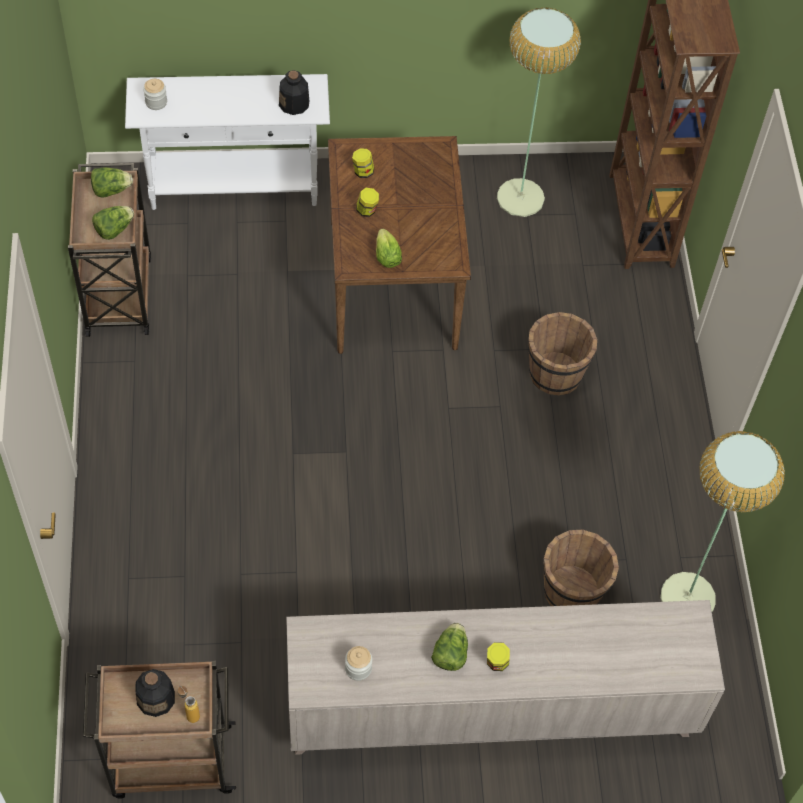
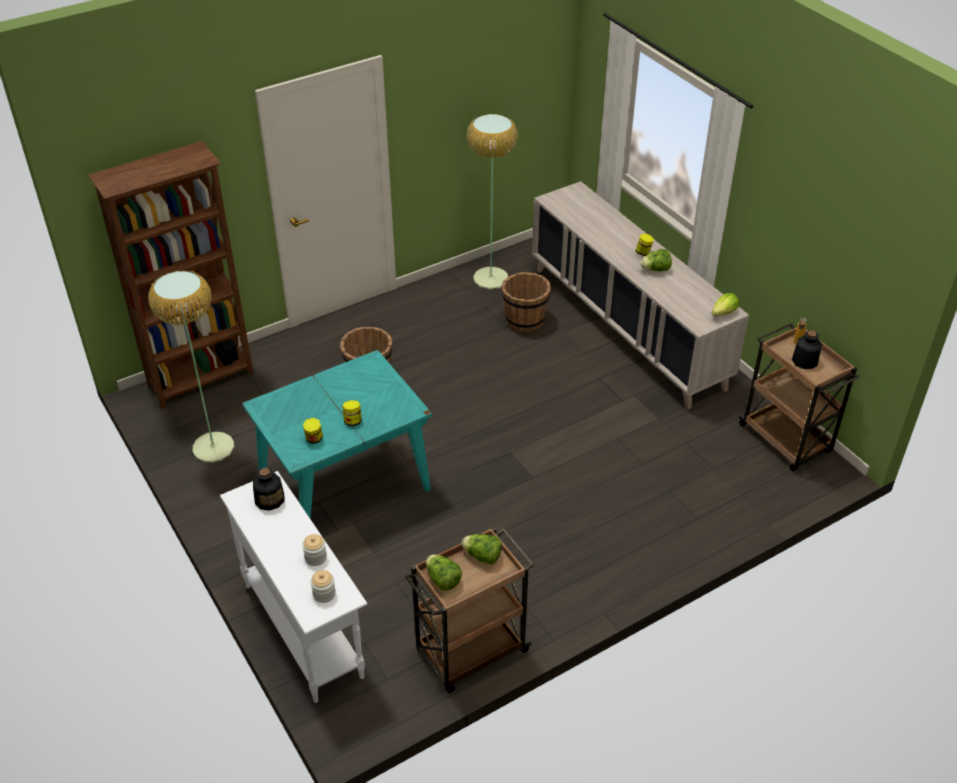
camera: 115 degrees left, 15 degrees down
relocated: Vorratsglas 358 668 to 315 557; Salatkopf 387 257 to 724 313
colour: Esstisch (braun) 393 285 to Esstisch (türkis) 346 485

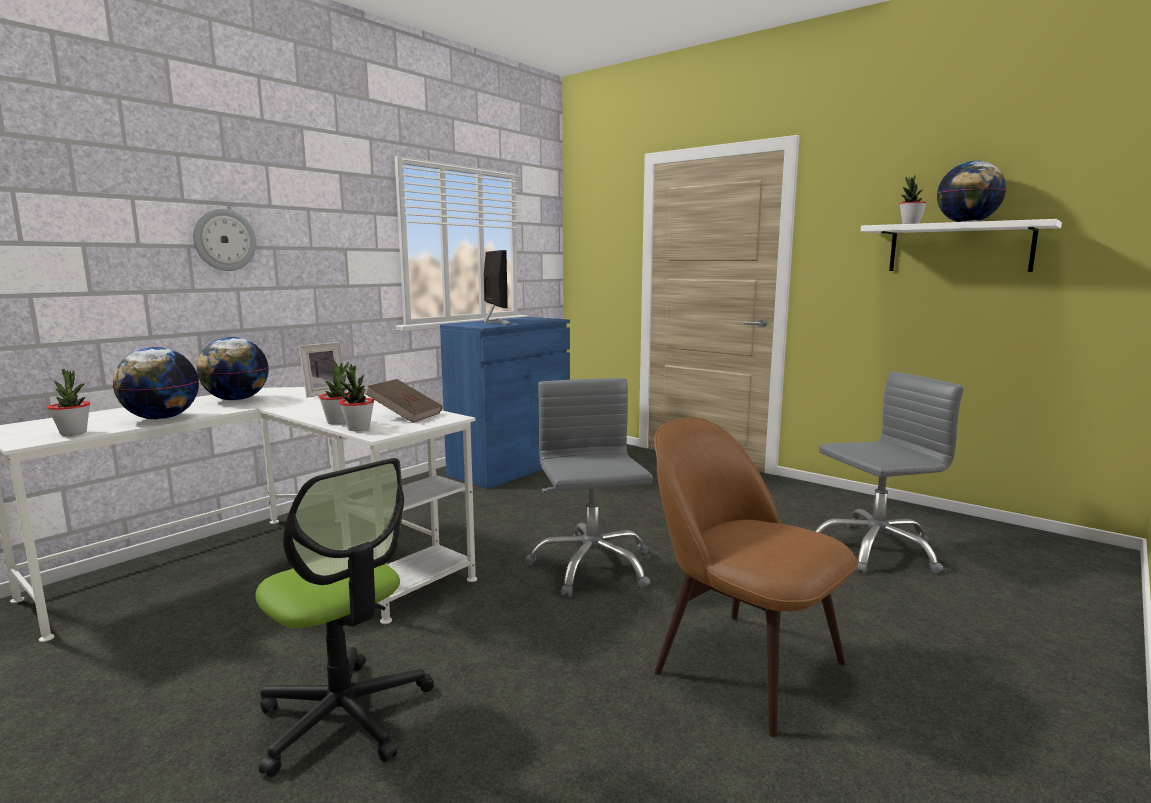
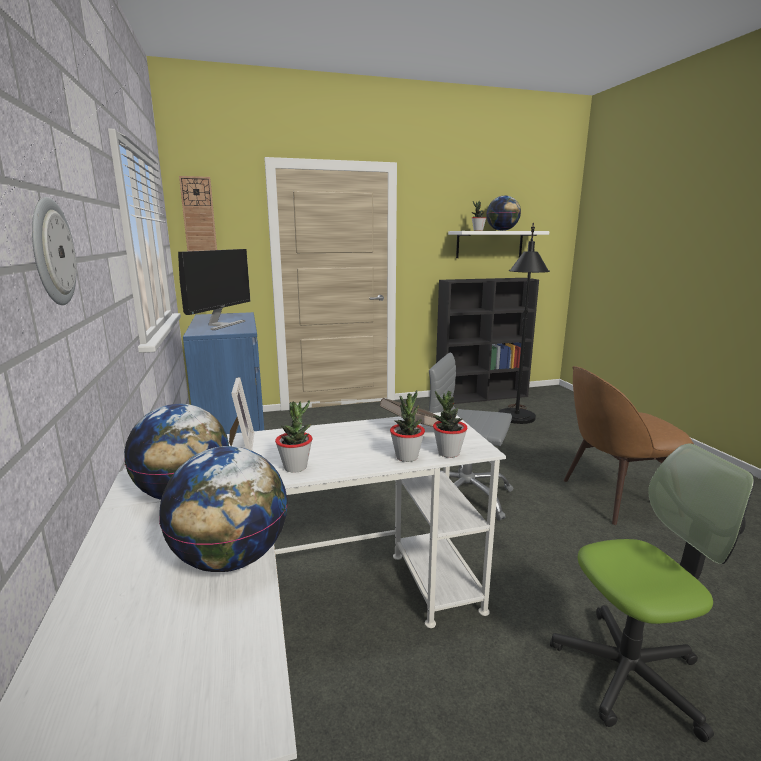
camera: 55 degrees left, 5 degrees up
appeared: Wanduhr 199 217; Bücherregal (schwarz) 482 396
relocated: Topfpflanze 73 433 to 295 467
exchanged: Bürostuhl (grau) 875 549 to Stehlampe (schwarz) 516 420
spun: Monitor 495 322 = 221 325 90 degrees clockwise

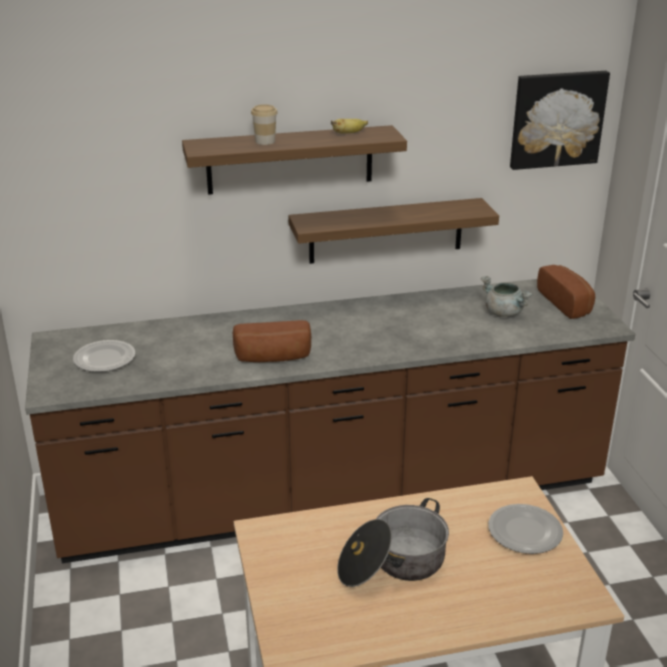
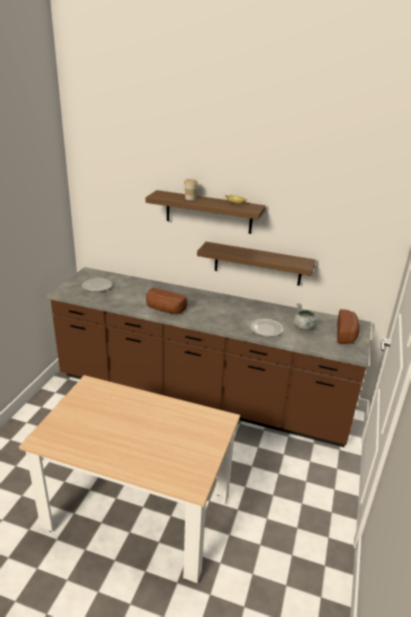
camera: 30 degrees right, 0 degrees up
missing: Kochtopf 393 564; Bild 556 119
relocated: Teller 524 532 to 265 329

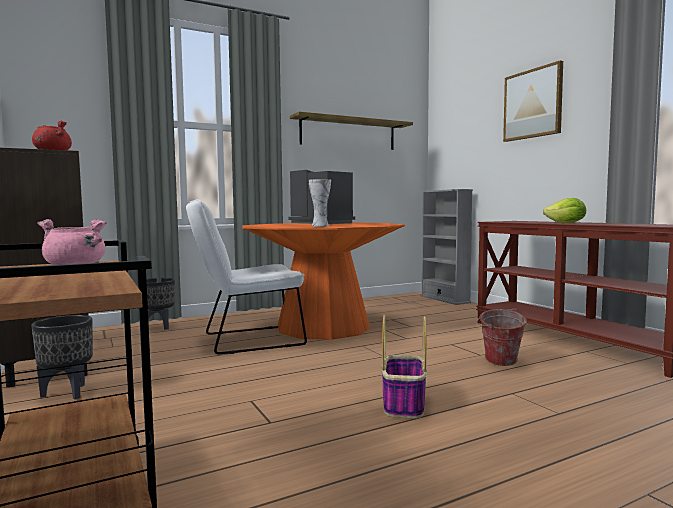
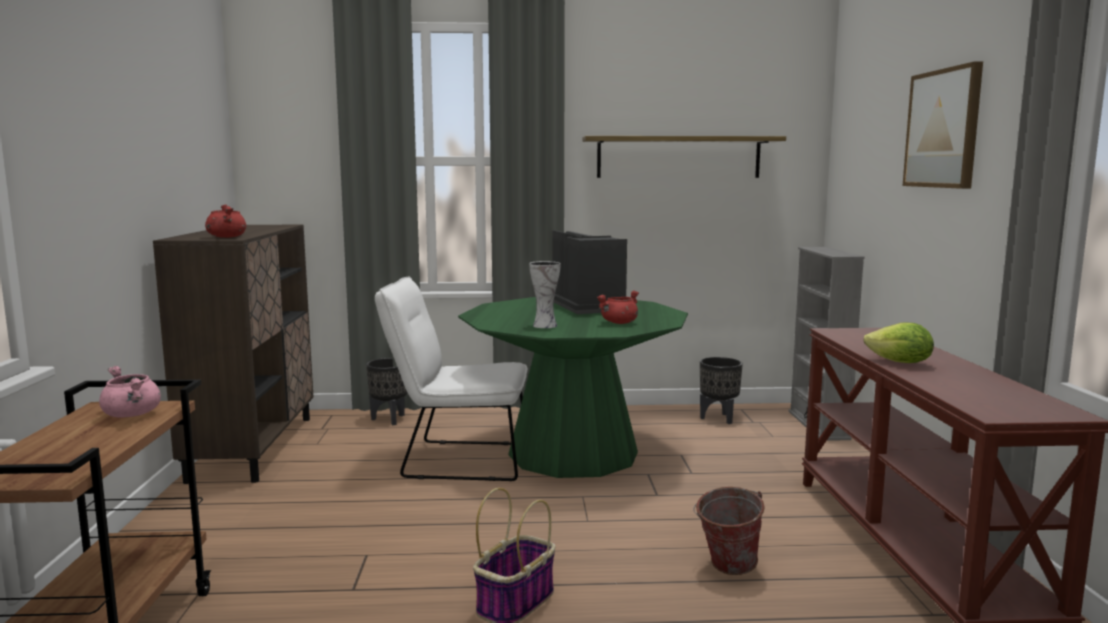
camera: 25 degrees right, 5 degrees up
appeared: Kochtopf (rot) 619 323
relocated: Pflanzkübel (schwarz) 67 393 to 719 418
colour: Esstisch (orange) 323 327 to Esstisch (grün) 573 453

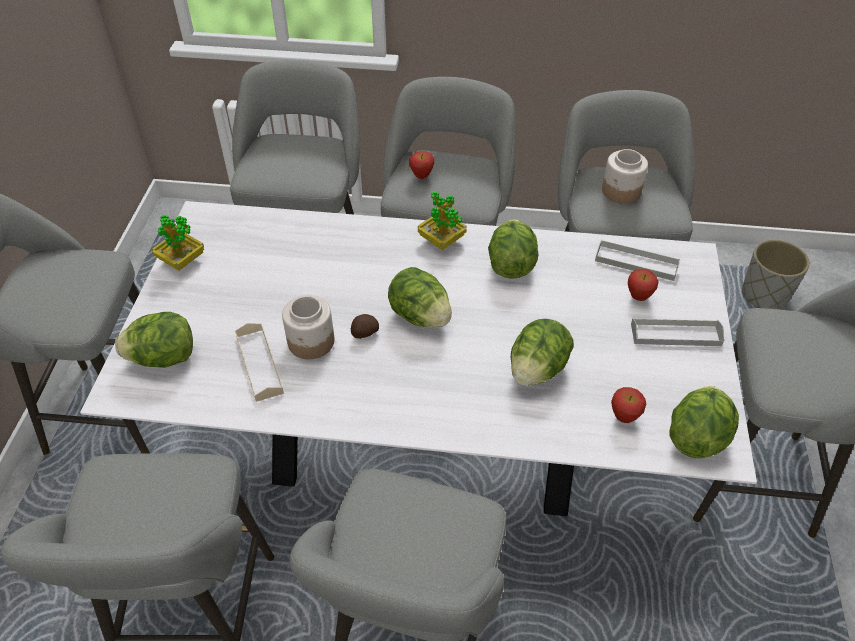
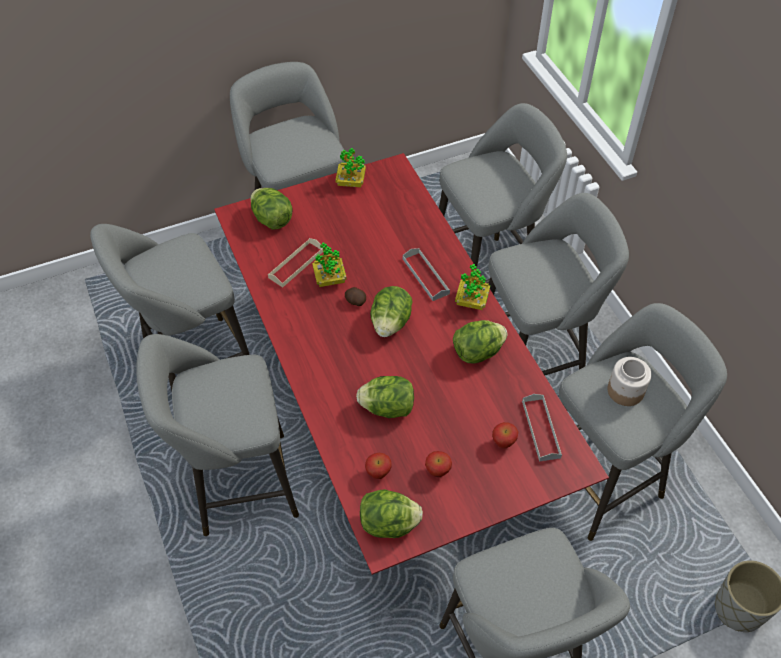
camera: 60 degrees right, 5 degrees up
relocated: Apfel 421 176 to 437 472; Tablett (grau) 675 334 to 425 276
exchanged: Vorratsglas 311 342 to Topfpflanze 330 279
colour: Esstisch (weiß) 427 446 to Esstisch (rot) 390 420

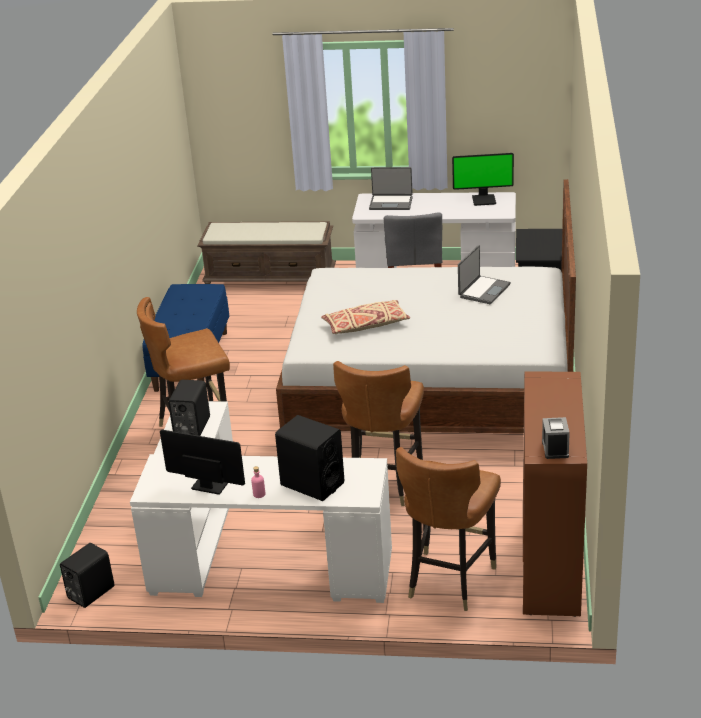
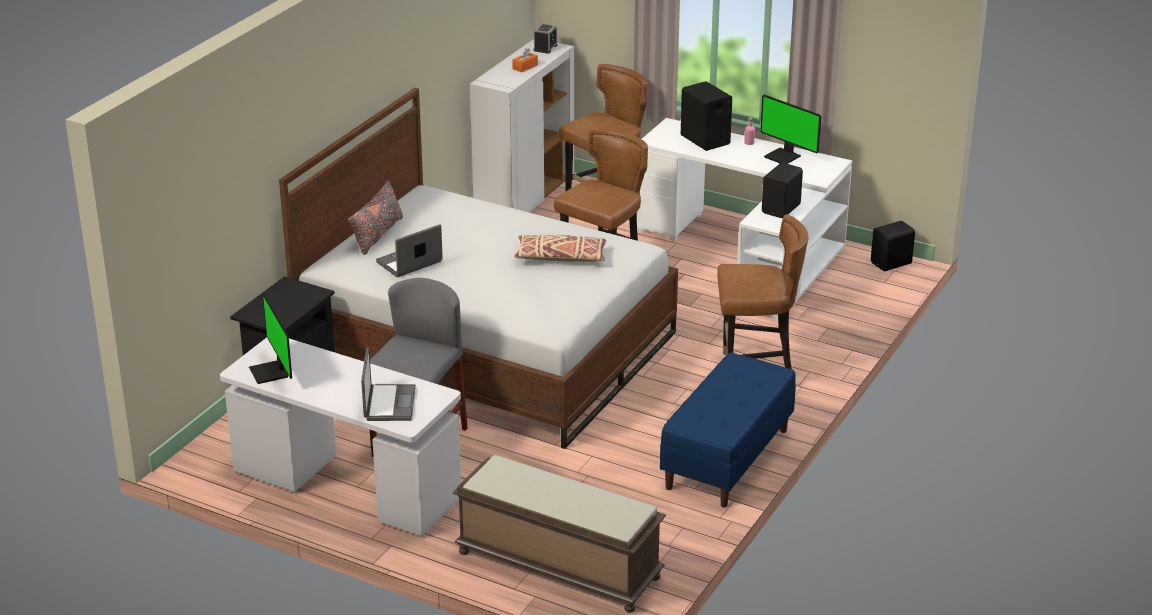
camera: 160 degrees left, 0 degrees up
appeared: Kissen (grau) 377 235; Taschentuchbox (orange) 525 67
colour: Schrank (braun) 551 565 to Schrank (weiß) 524 197
spun: Laptop 391 203 = 388 404 60 degrees clockwise; Monitor 484 200 = 271 372 135 degrees counterclockwise

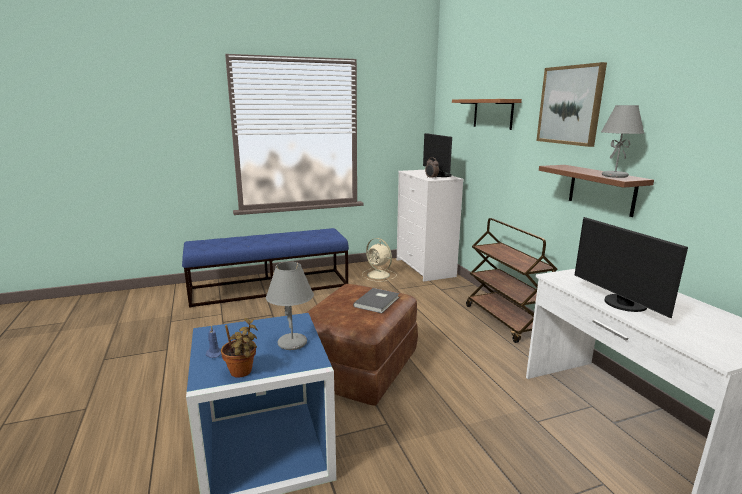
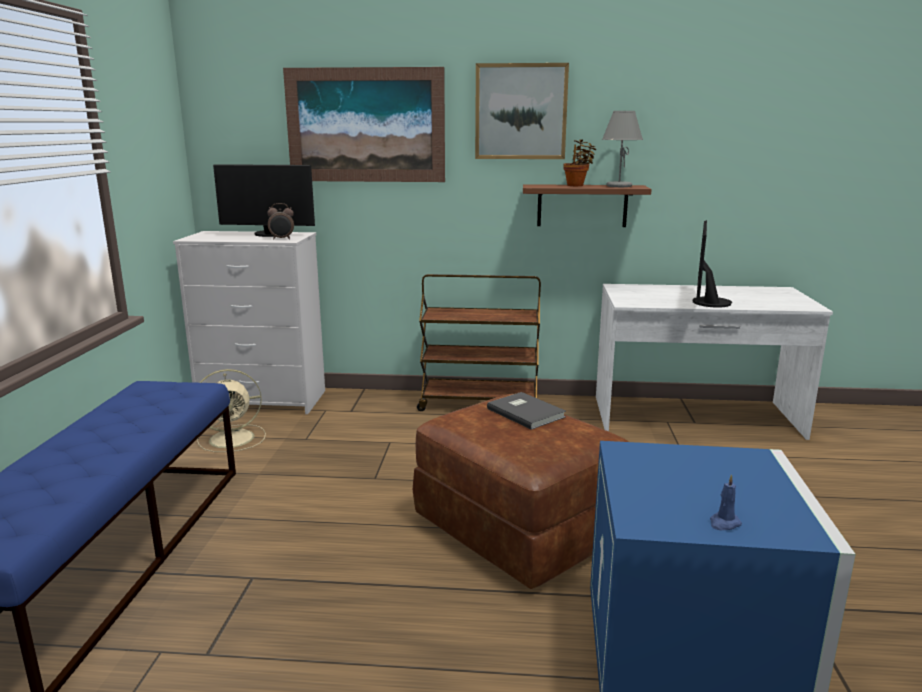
camera: 65 degrees left, 0 degrees up
missing: Tischlampe (grau) 293 343
relocated: Topfpflanze 242 372 to 577 185
exchanged: Wandregal 493 113 to Bild 365 125
spun: Monitor 622 304 = 706 302 105 degrees clockwise

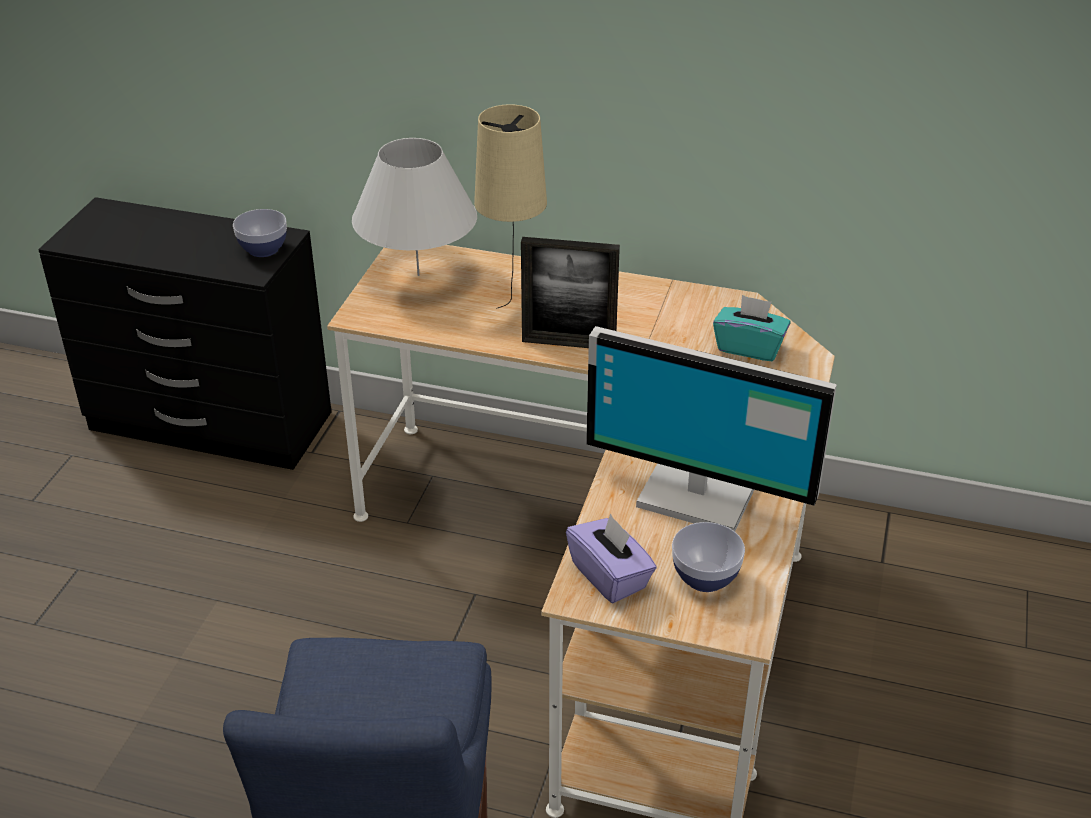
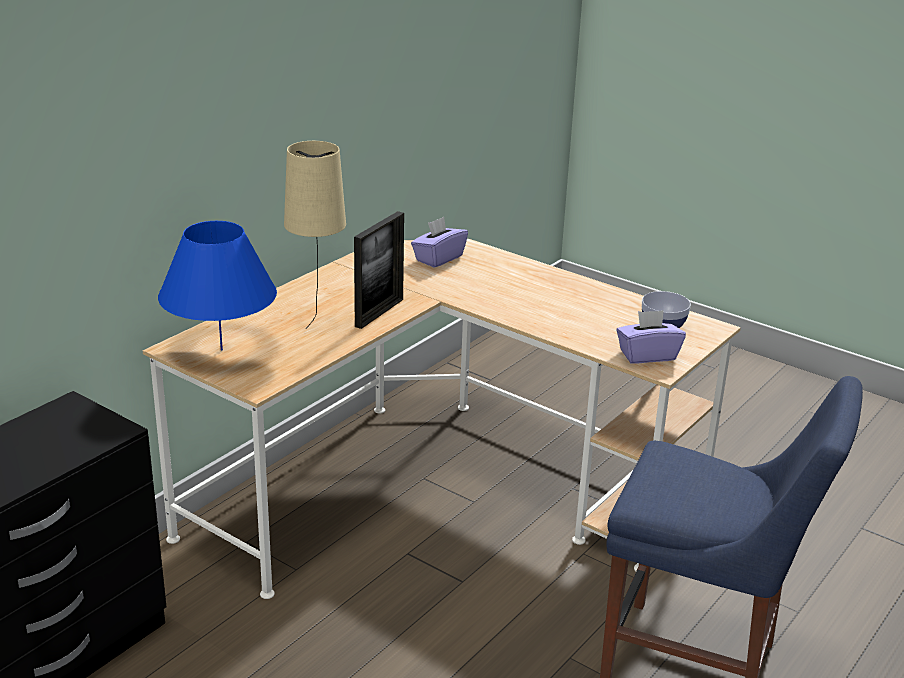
camera: 70 degrees left, 10 degrees down
missing: Schüssel 263 249; Monitor 698 493
colour: Tischlampe (weiß) 418 275 to Tischlampe (blau) 221 350; Taschentuchbox (türkis) 749 347 to Taschentuchbox (lila) 438 258

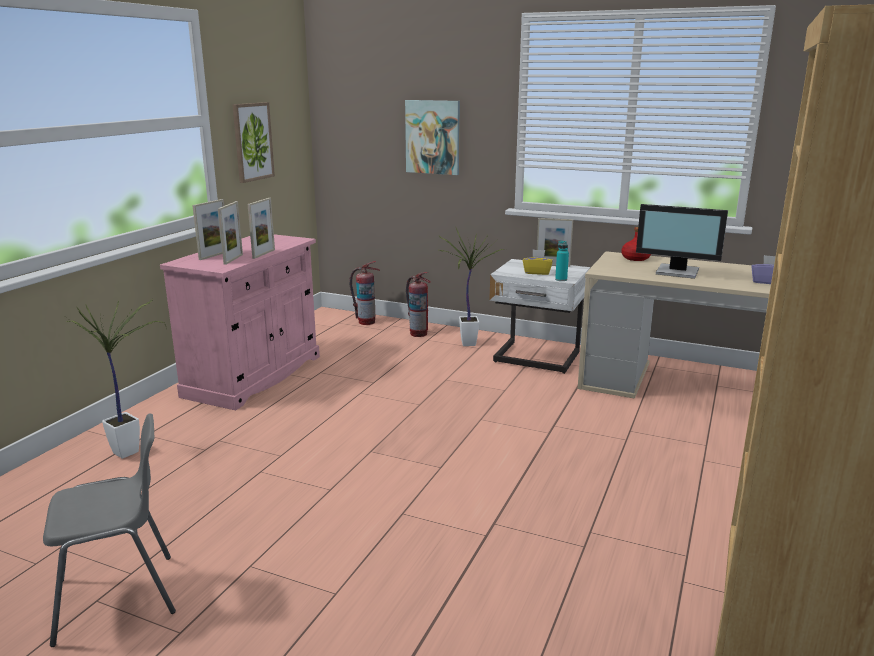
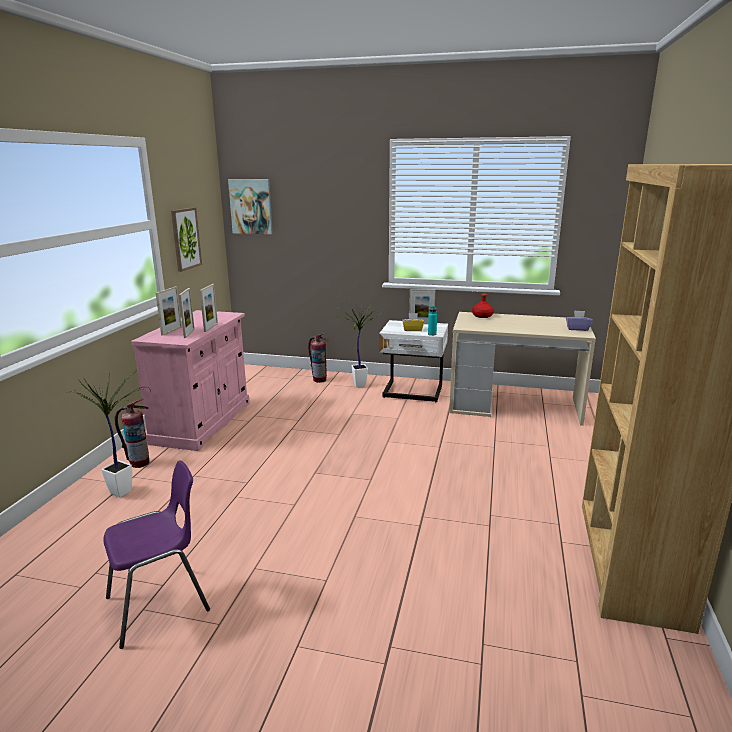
camera: 10 degrees left, 0 degrees up
missing: Monitor 678 272
relocated: Feuerlöscher 366 322 to 139 463; Bild 433 137 to 251 206
colour: Stuhl (grau) 119 597 to Stuhl (lila) 161 604

